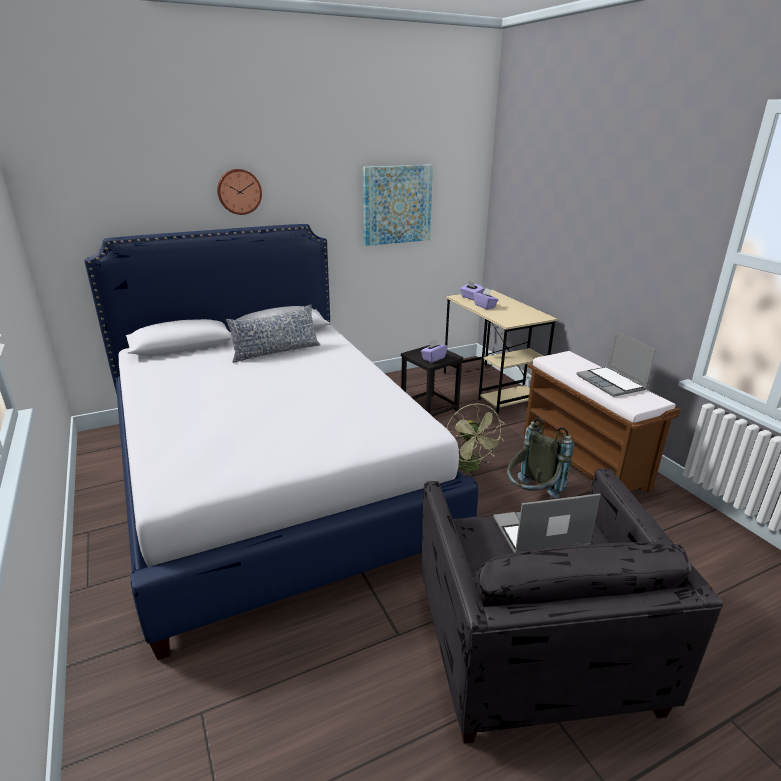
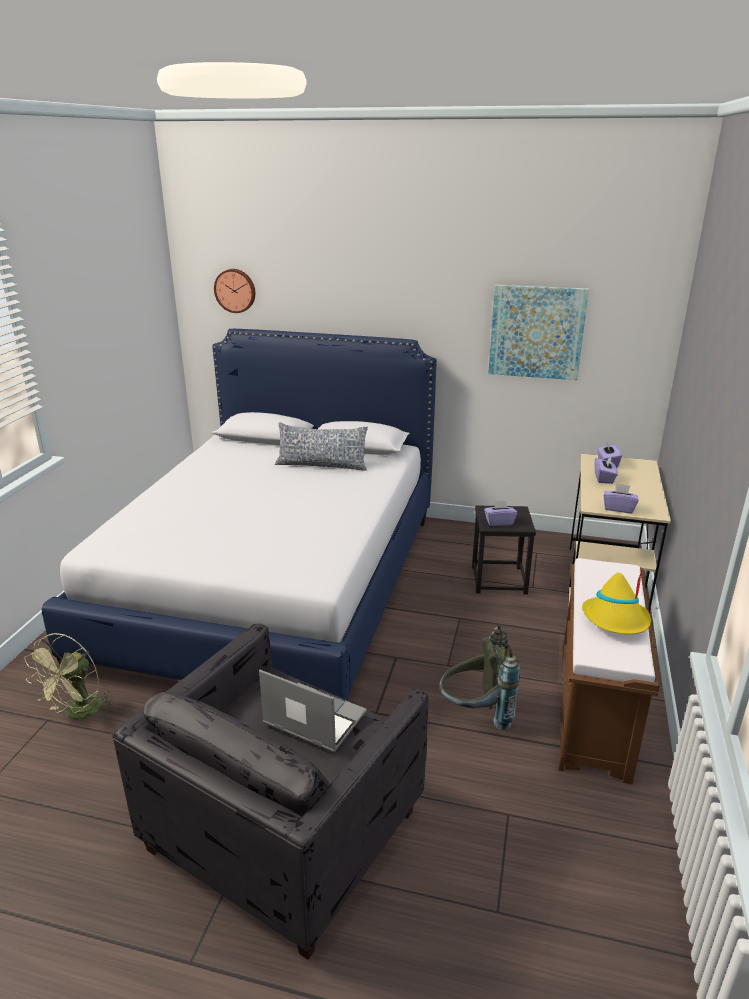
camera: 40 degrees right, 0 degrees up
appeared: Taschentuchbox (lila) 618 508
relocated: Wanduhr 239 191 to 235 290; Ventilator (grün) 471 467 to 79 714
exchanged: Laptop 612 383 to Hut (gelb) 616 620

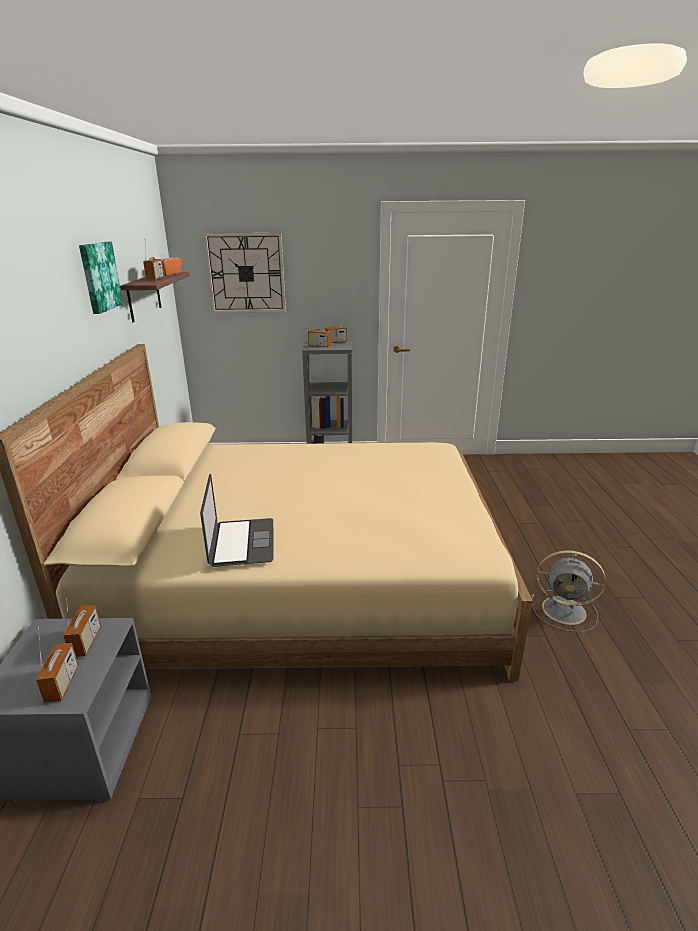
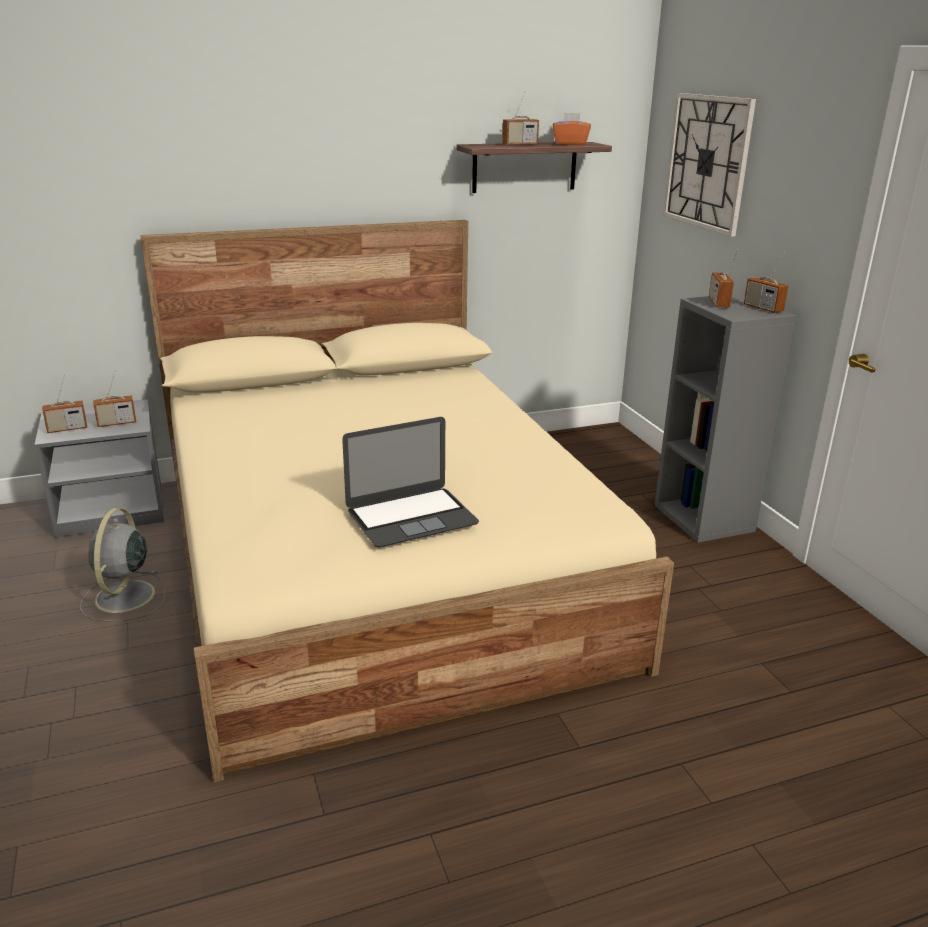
camera: 70 degrees right, 0 degrees up
missing: Bild 99 276
relocated: Laptop 242 542 to 411 517; Ventilator (grau) 566 611 to 124 598

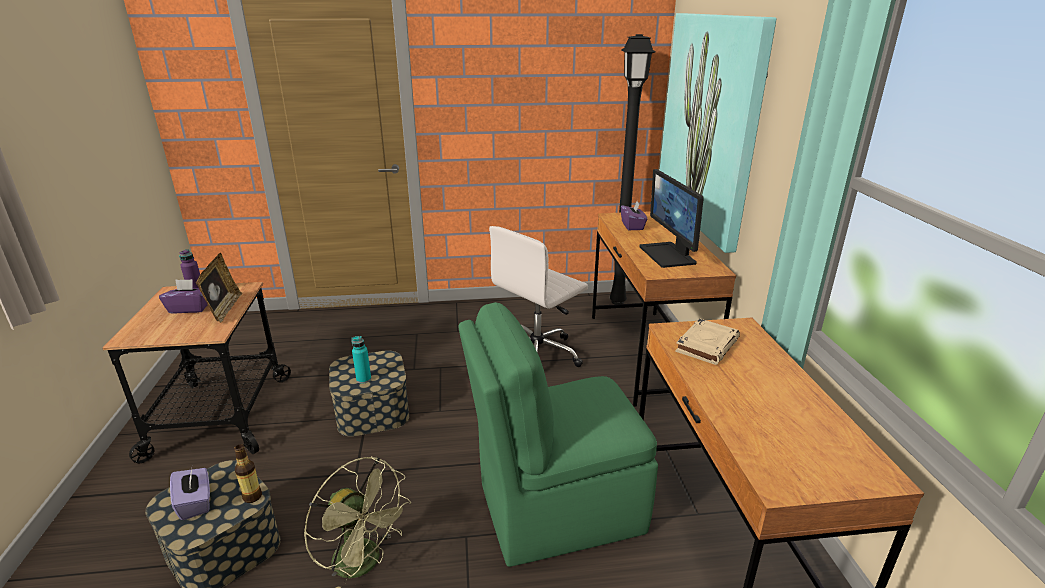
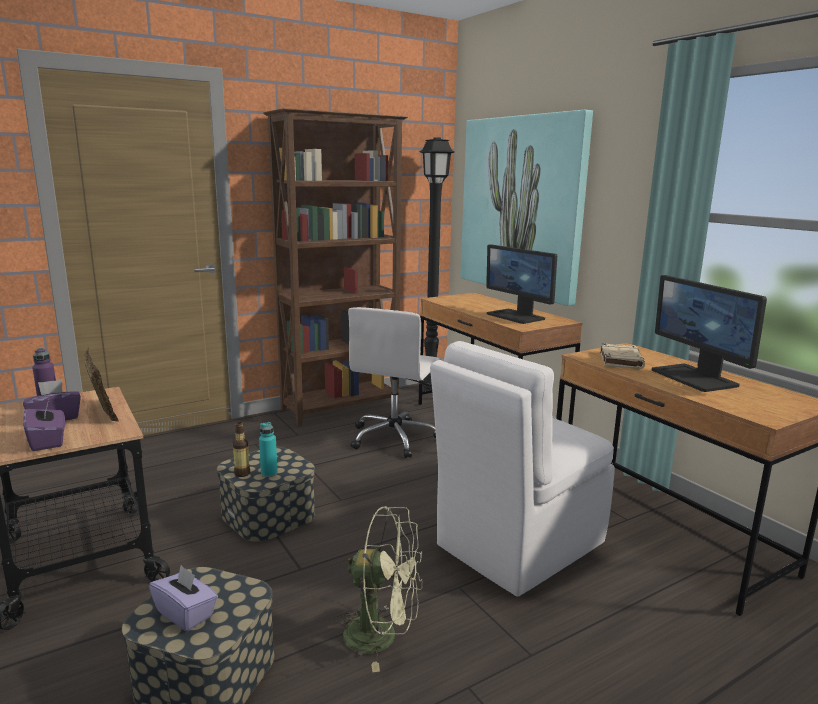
camera: 25 degrees left, 10 degrees down
appeared: Bücherregal (braun) 342 407; Monitor 695 378
relocated: Flasche 252 497 to 242 473; Taschentuchbox (lila) 632 226 to 48 441
colour: Stuhl (grün) 555 508 to Stuhl (weiß) 517 545

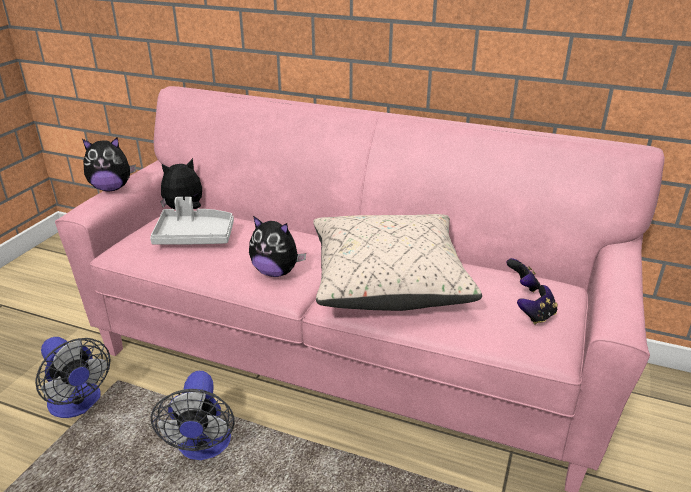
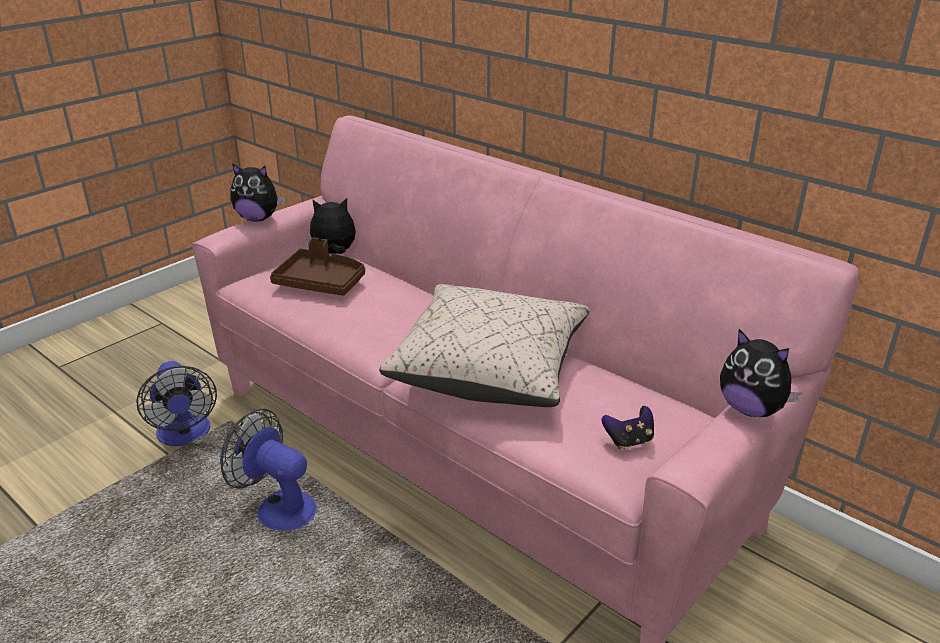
camera: 20 degrees right, 0 degrees up
missing: Gamepad 522 286
relocated: Plüschtier 276 272 to 751 409
colour: Tablett (grau) 195 236 to Tablett (braun) 321 283
spun: Ventilator 203 448 = 278 507 105 degrees clockwise

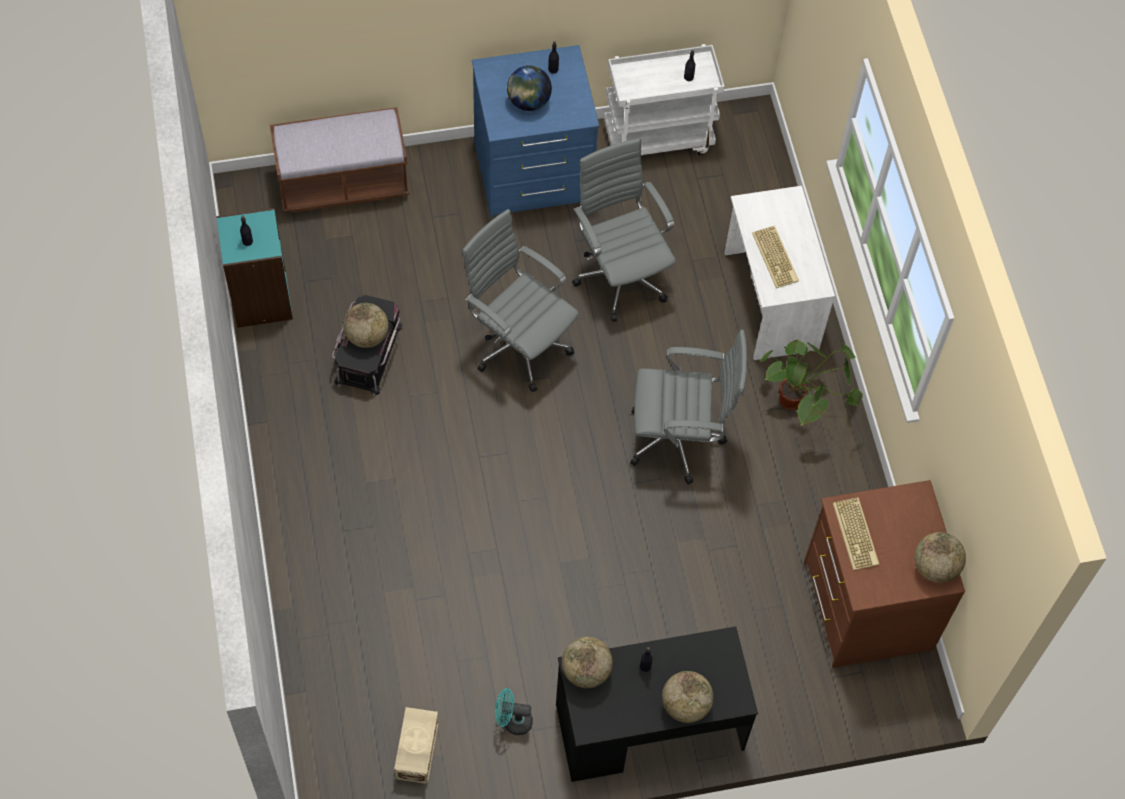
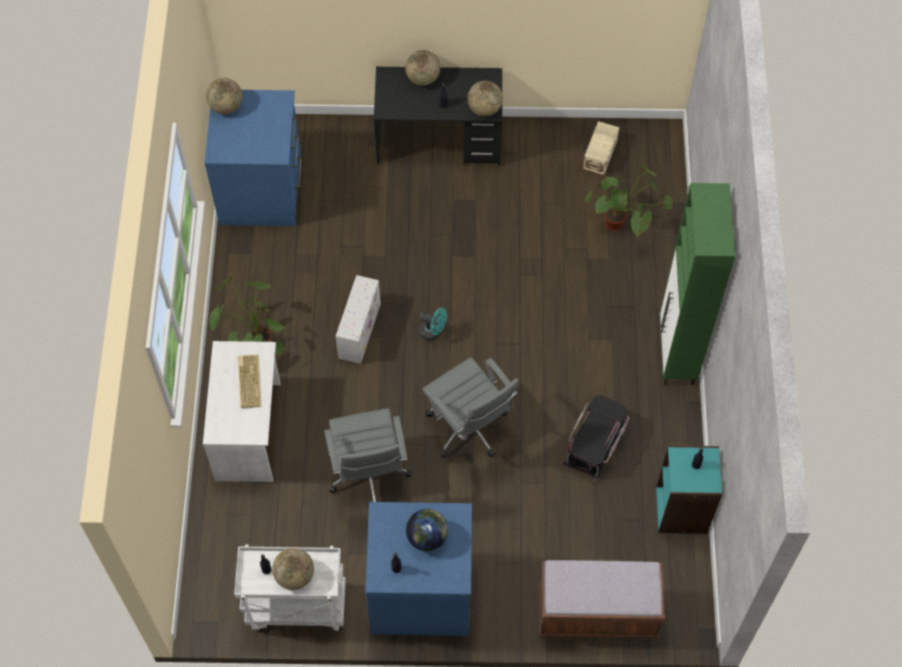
camera: 165 degrees left, 0 degrees up
missing: Tastatur 857 534
appeared: Topfpflanze 623 223; Schrank (grün) 676 354
relocated: Globus 367 336 to 294 575; Ventilator (türkis) 513 721 to 432 332
exchanged: Bürostuhl (grau) 679 440 to Aufbewahrungsbox (weiß) 360 329
colour: Kommode (braun) 865 606 to Kommode (blau) 262 190

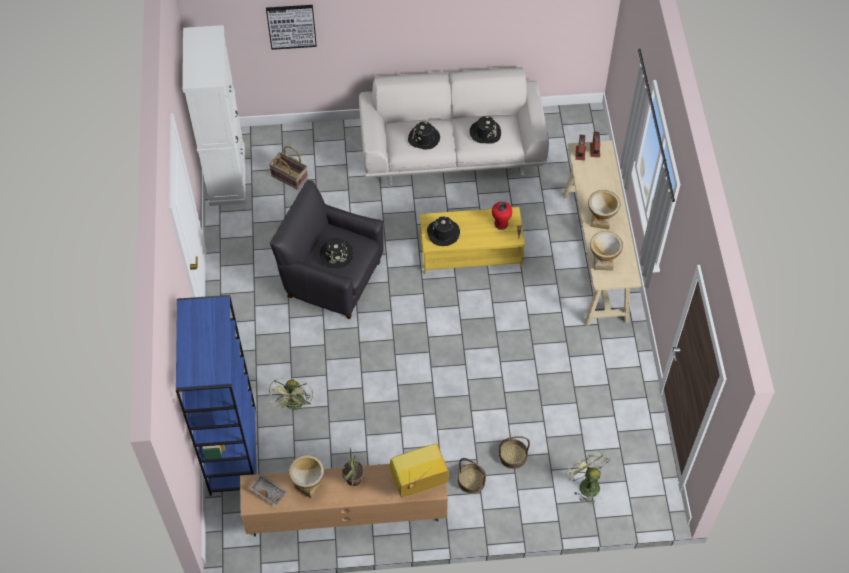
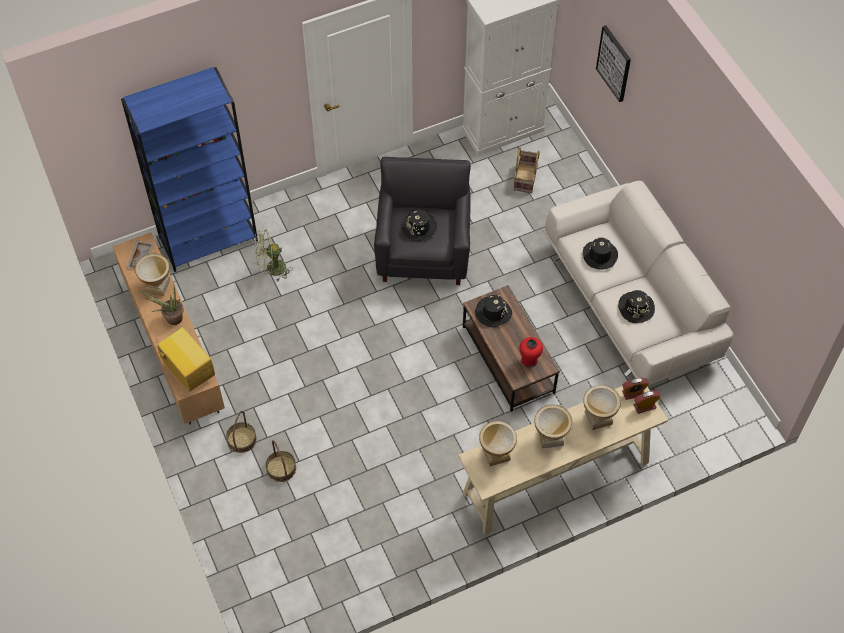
camera: 70 degrees right, 0 degrees up
missing: Ventilator (grün) 586 484
appeared: Vase 598 418
colour: Couchtisch (gelb) 471 251 to Couchtisch (braun) 509 359

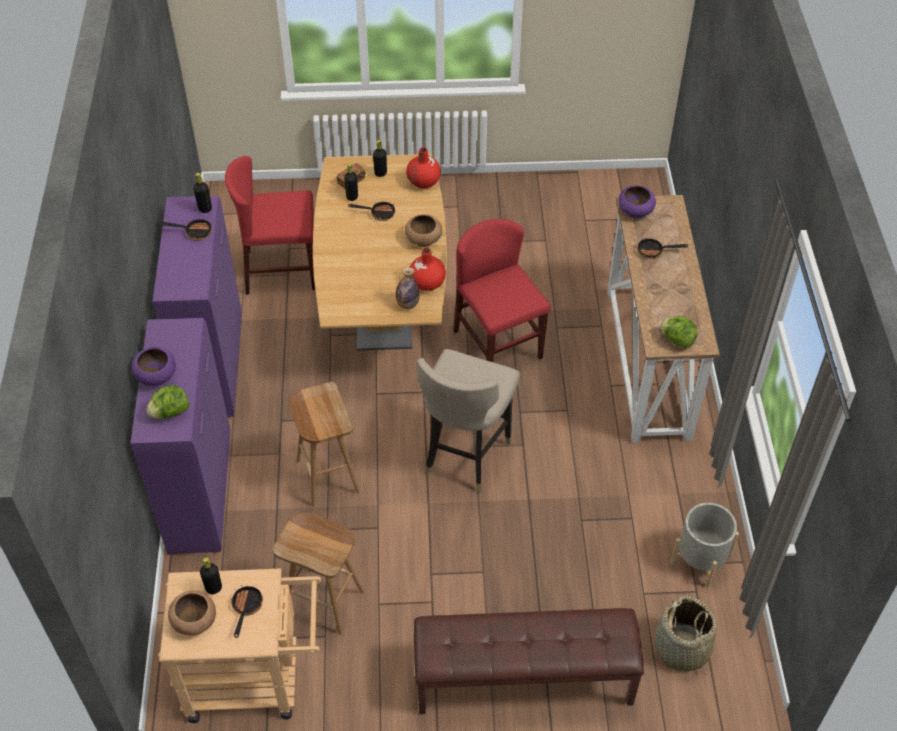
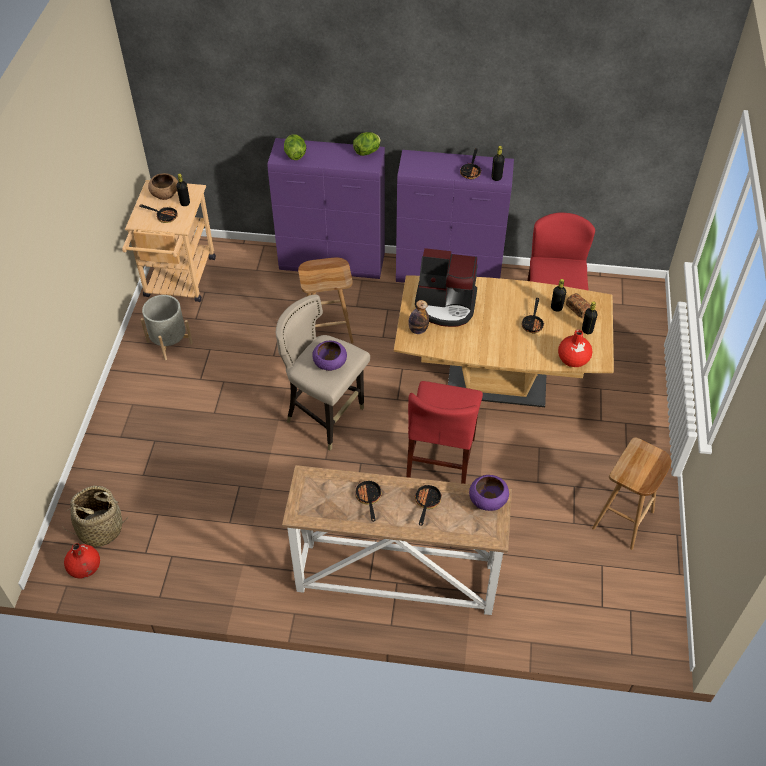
camera: 100 degrees right, 0 degrees up
missing: Schüssel (braun) 423 239; Bank (braun) 523 681
appeared: Pfanne 368 498; Kaffeemaschine 446 305
relocated: Schüssel (lila) 157 375 to 330 363; Hocker (braun) 325 601 to 623 521; Vase (rot) 427 282 to 85 567; Salatkopf 677 340 to 367 152; Pflanzkübel (grau) 700 560 to 169 342
spun: Stuhl (rot) 498 344 = 441 460 120 degrees clockwise

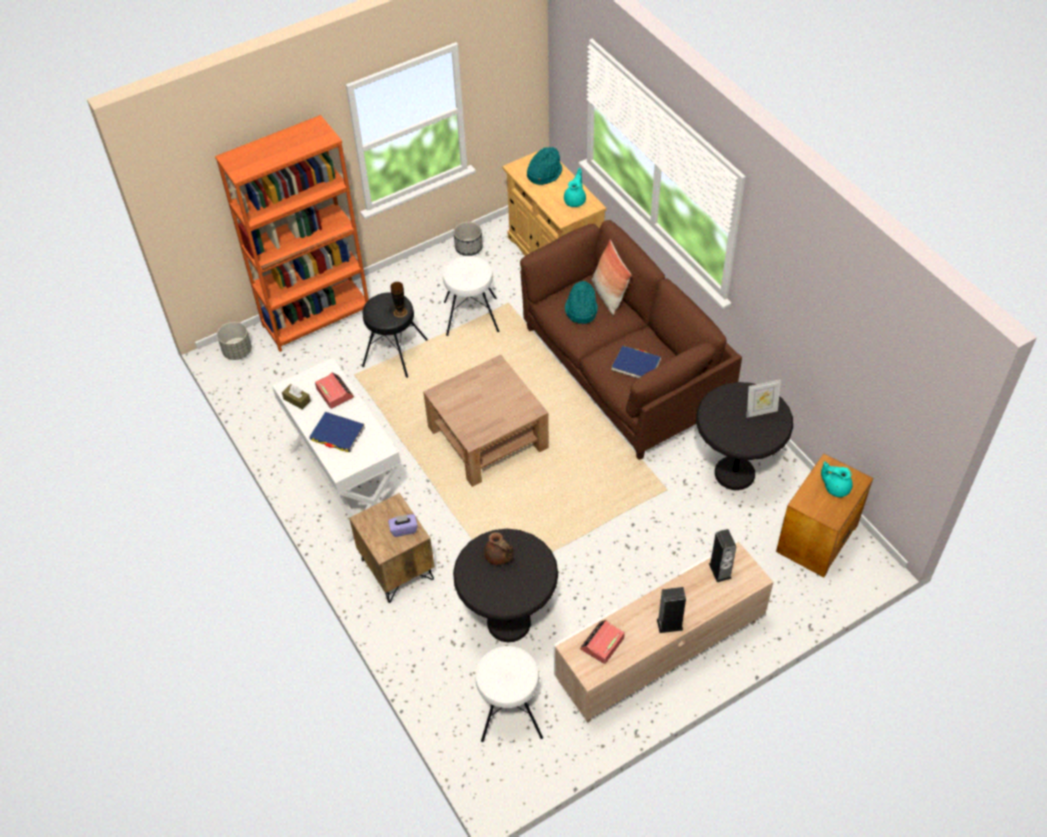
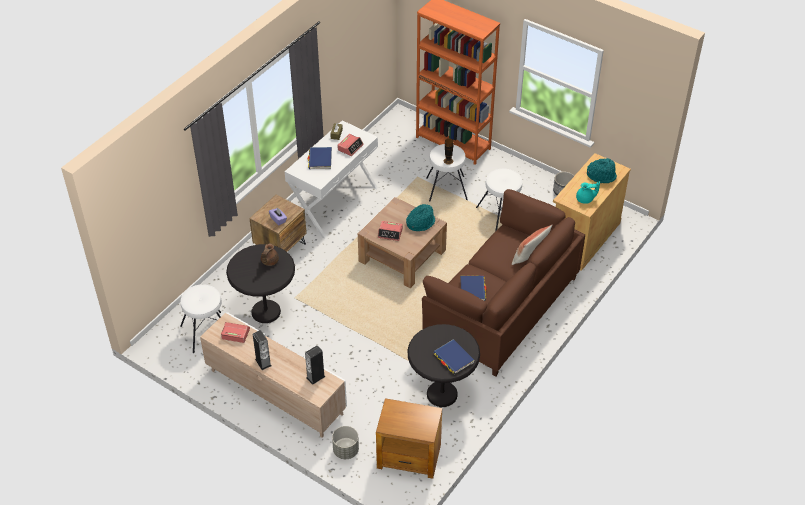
camera: 65 degrees right, 5 degrees down
missing: Teekanne (türkis) 836 487
appeared: Wecker 390 233
relocated: Pflanzkübel (grau) 237 351 to 346 450; Hut (türkis) 580 310 to 420 223
exchanged: Bilderrahmen 760 411 to Buch (blau) 453 358
colour: Hocker (schwarz) 394 353 to Hocker (weiß) 446 188

